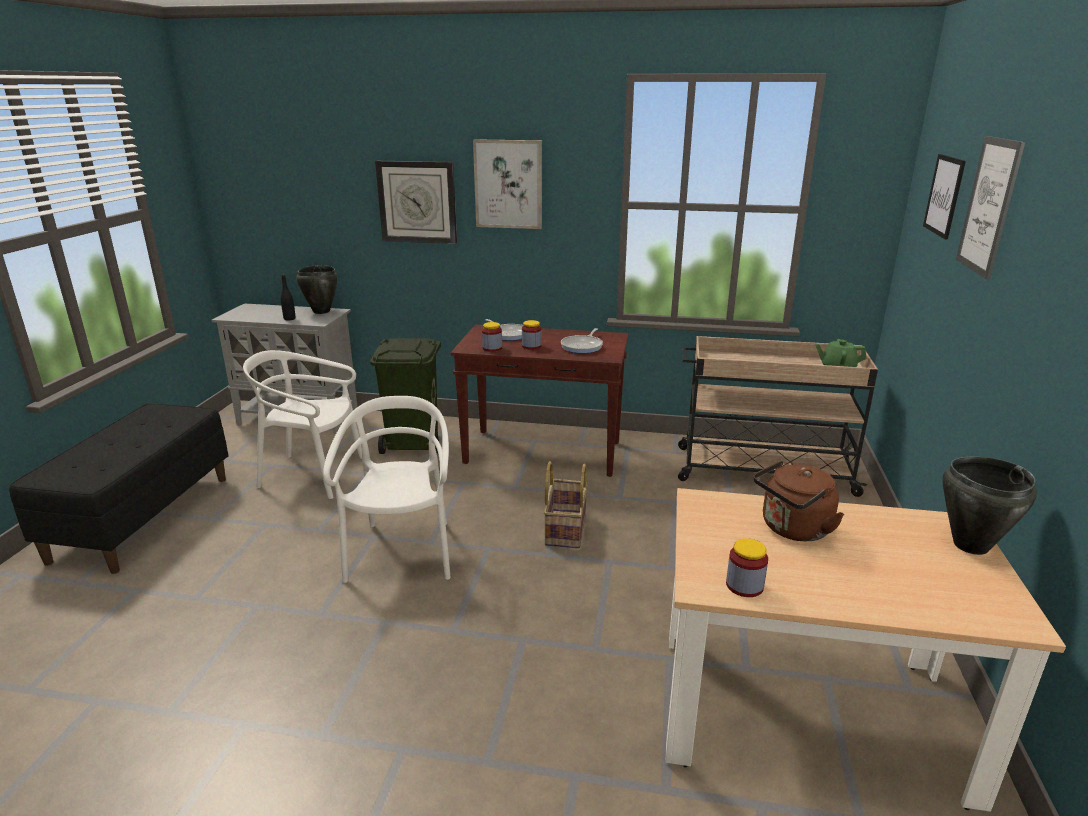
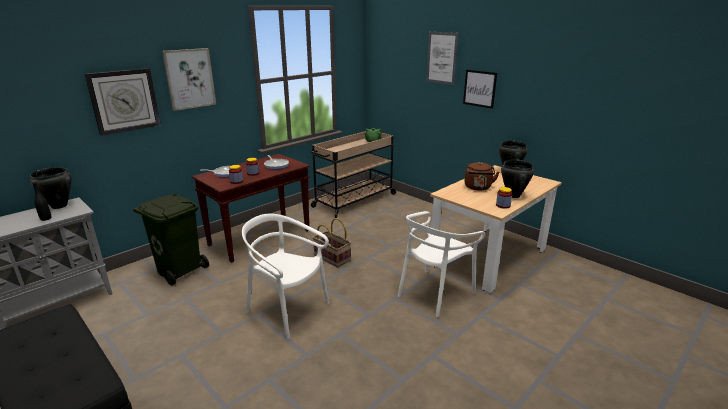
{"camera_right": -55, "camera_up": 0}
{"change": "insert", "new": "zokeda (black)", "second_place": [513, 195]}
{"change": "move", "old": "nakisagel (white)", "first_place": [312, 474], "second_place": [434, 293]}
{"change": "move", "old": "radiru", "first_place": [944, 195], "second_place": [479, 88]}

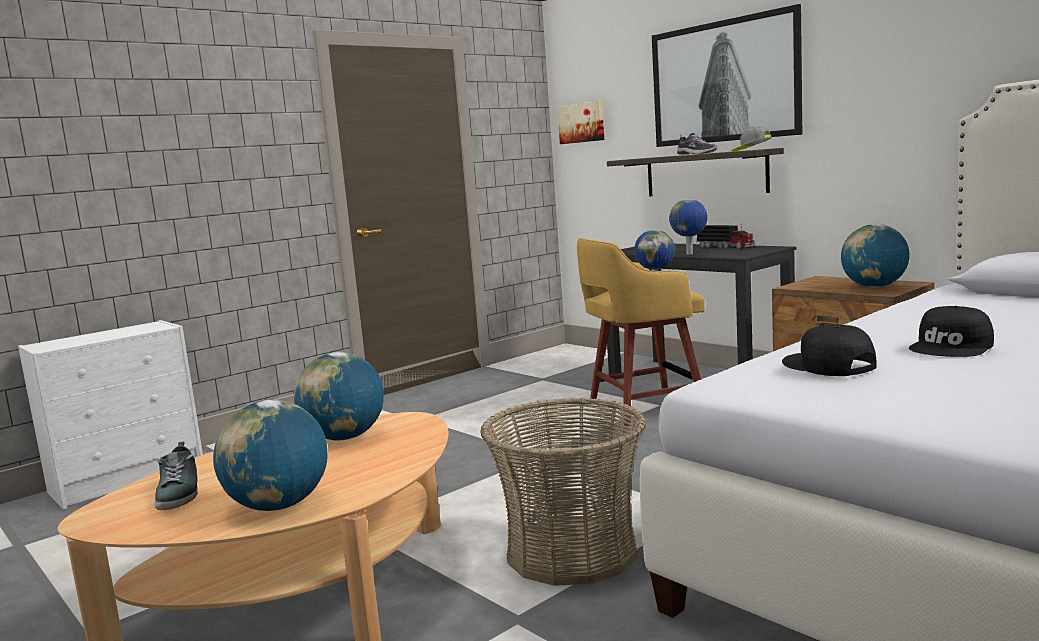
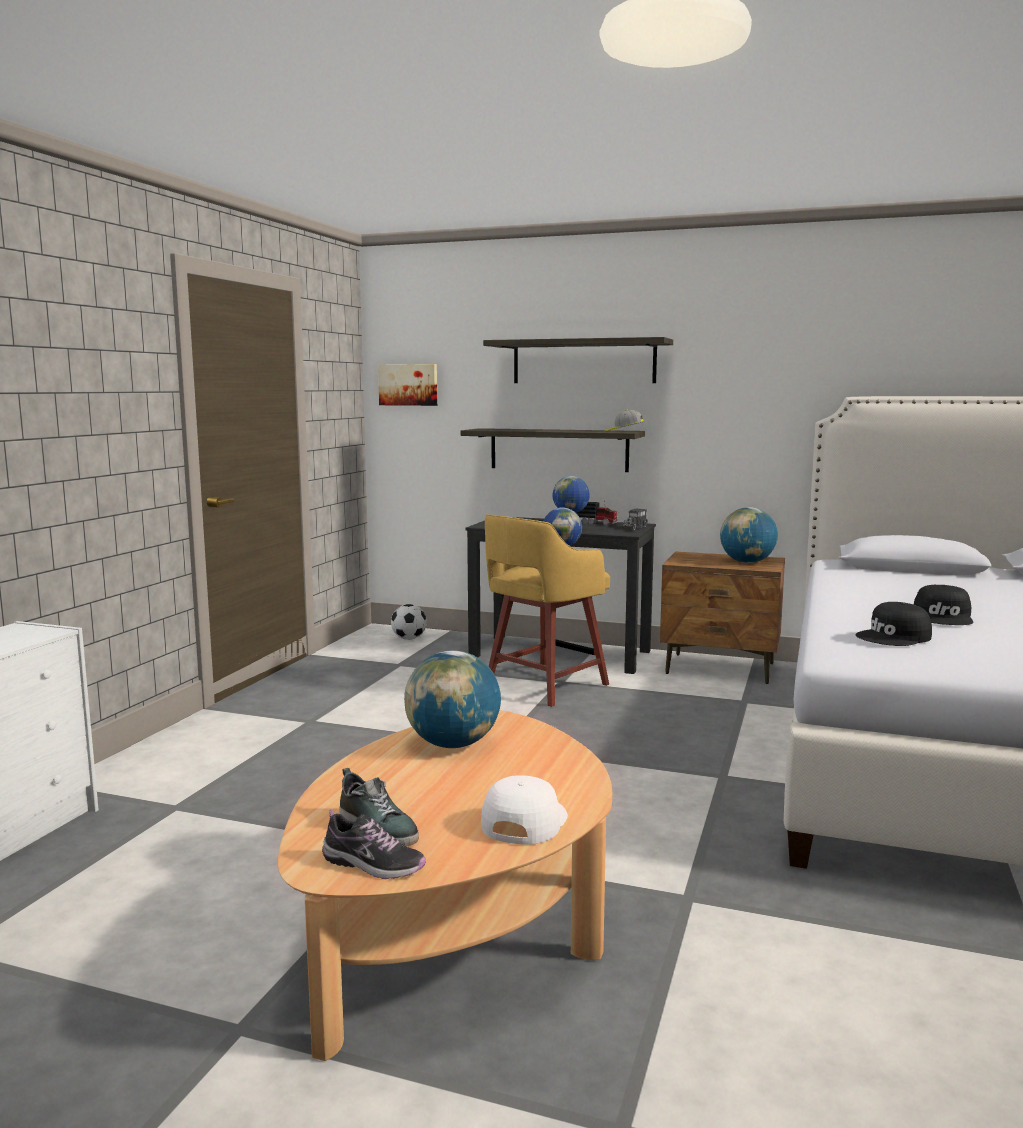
{"camera_right": -30, "camera_up": 0}
{"change": "delete", "old": "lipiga", "first_place": [572, 552]}
{"change": "insert", "new": "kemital", "second_place": [409, 639]}
{"change": "insert", "new": "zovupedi", "second_place": [634, 527]}
{"change": "move", "old": "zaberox", "first_place": [696, 154], "second_place": [373, 864]}
{"change": "replace", "old": "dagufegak", "new": "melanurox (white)", "first_place": [278, 506], "second_place": [523, 821]}
{"change": "replace", "old": "radiru", "new": "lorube", "first_place": [723, 81], "second_place": [583, 362]}
{"change": "rotate", "old": "melanurox (black)", "first_place": [827, 365], "second_place": [894, 637], "degrees": -60}

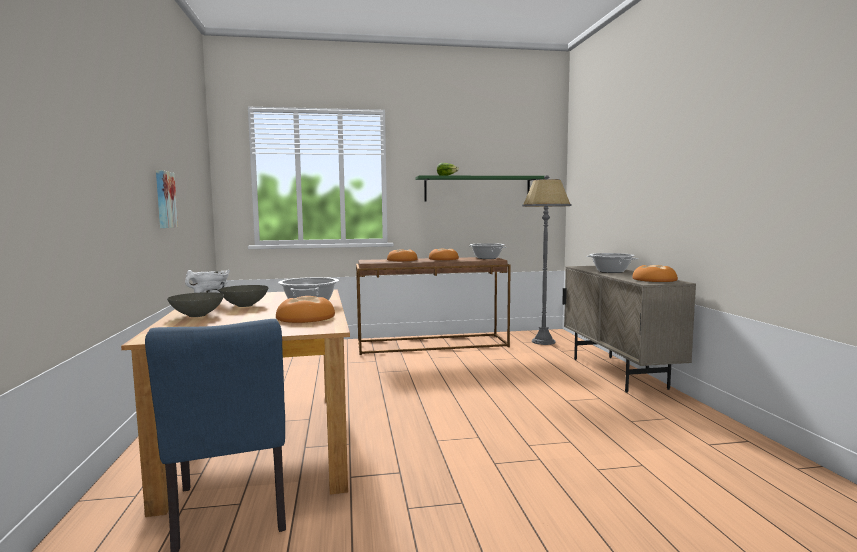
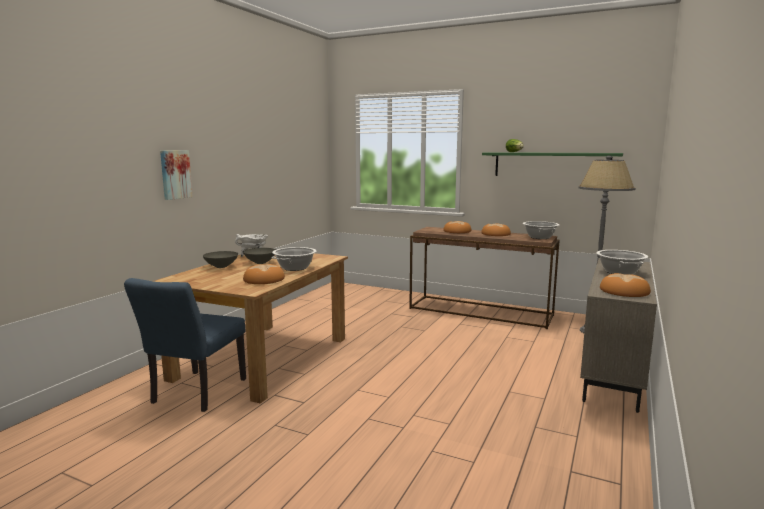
{"camera_right": 35, "camera_up": 5}
{"change": "move", "old": "radiru", "first_place": [164, 199], "second_place": [175, 174]}

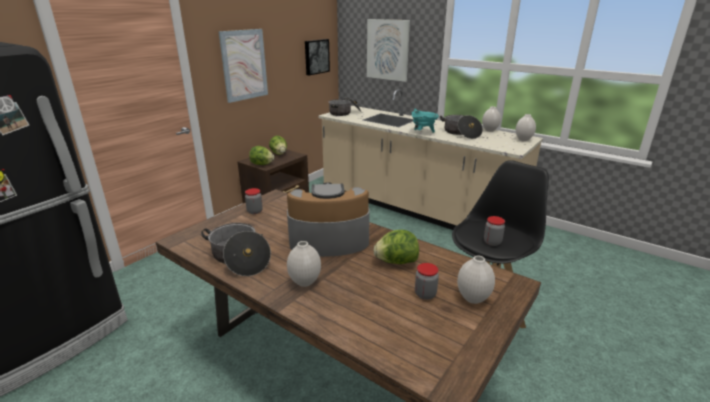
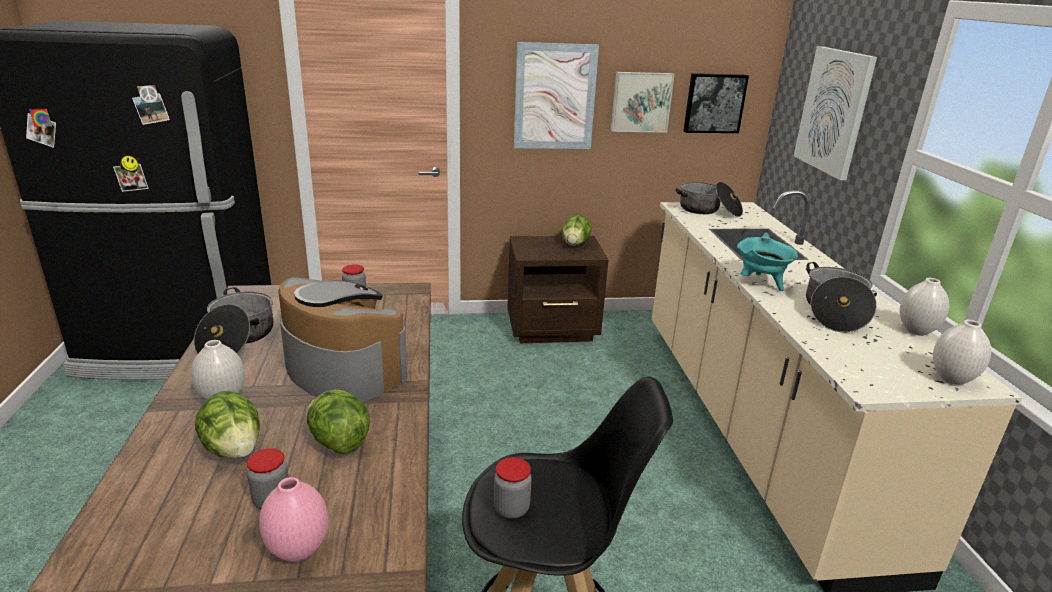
{"camera_right": 45, "camera_up": 0}
{"change": "insert", "new": "radiru", "second_place": [641, 102]}
{"change": "move", "old": "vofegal", "first_place": [262, 164], "second_place": [234, 449]}
{"change": "recolor", "old": "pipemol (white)", "new": "pipemol (pink)", "first_place": [472, 298], "second_place": [299, 550]}

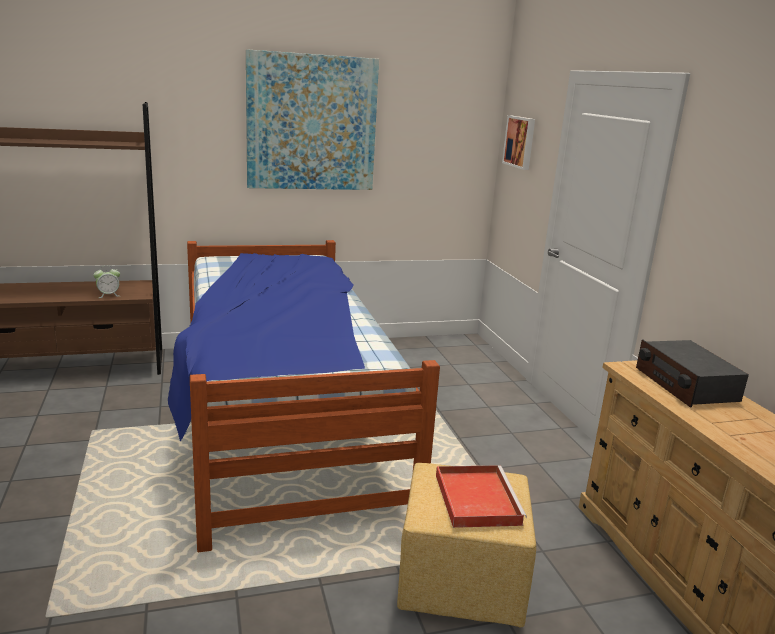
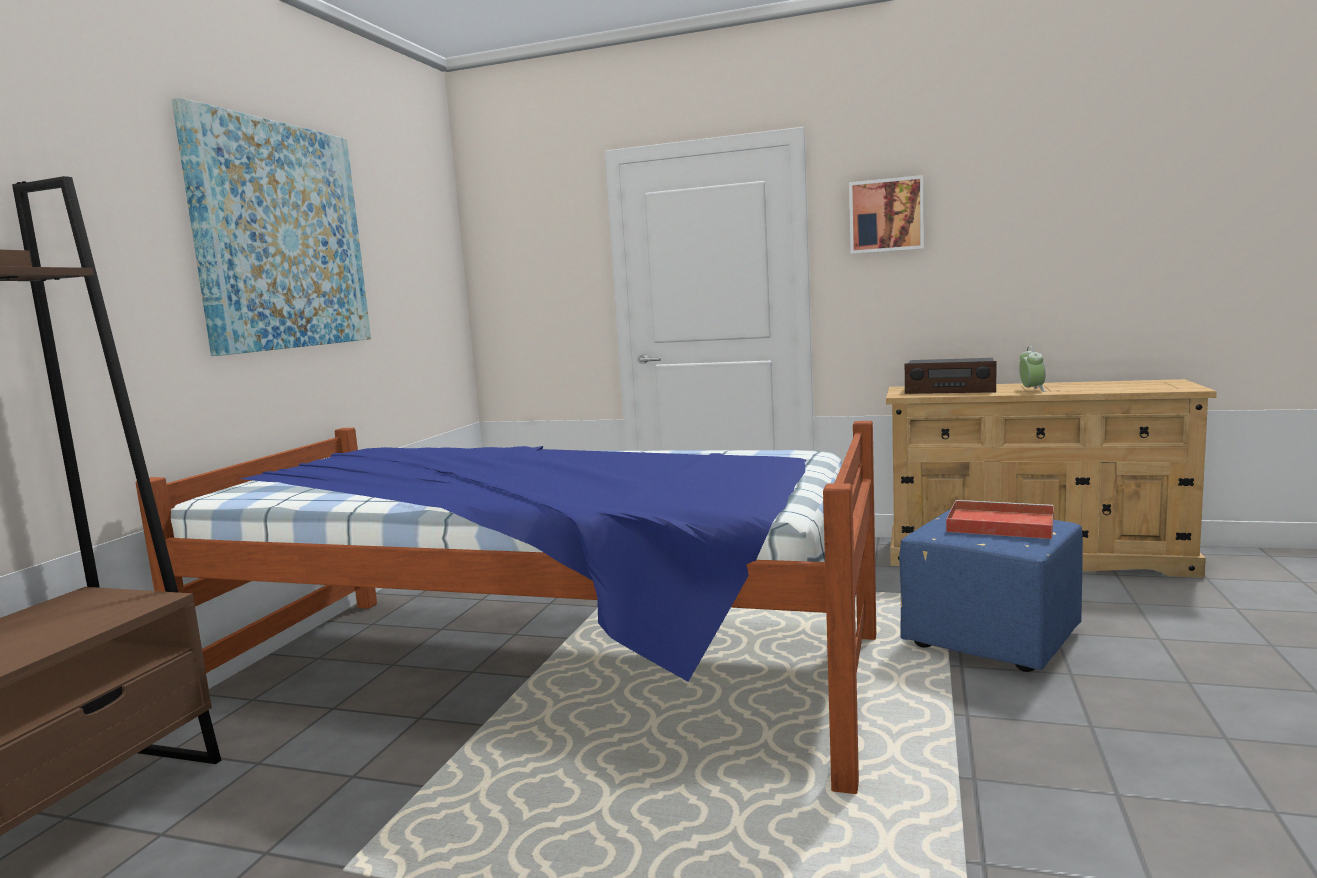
{"camera_right": -55, "camera_up": -10}
{"change": "move", "old": "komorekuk", "first_place": [108, 295], "second_place": [1031, 390]}
{"change": "move", "old": "radiru", "first_place": [520, 142], "second_place": [886, 215]}
{"change": "recolor", "old": "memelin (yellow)", "new": "memelin (blue)", "first_place": [461, 581], "second_place": [989, 639]}

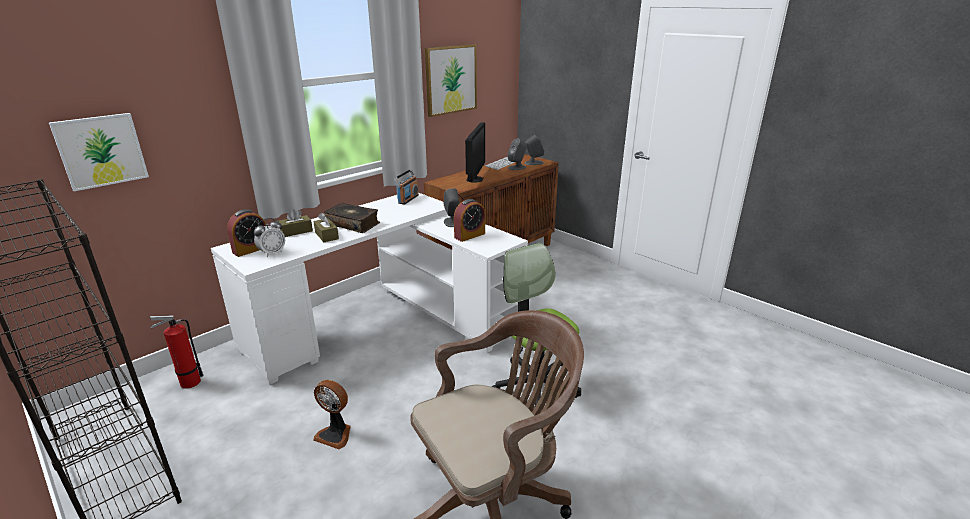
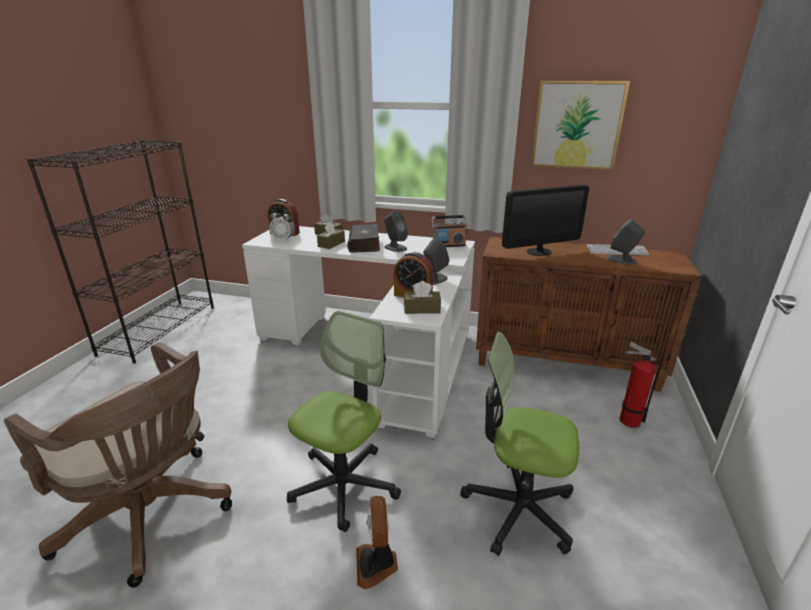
{"camera_right": 60, "camera_up": 0}
{"change": "delete", "old": "radiru", "first_place": [101, 151]}
{"change": "insert", "new": "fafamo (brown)", "second_place": [422, 309]}
{"change": "insert", "new": "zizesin", "second_place": [518, 509]}
{"change": "move", "old": "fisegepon", "first_place": [187, 383], "second_place": [627, 420]}
{"change": "move", "old": "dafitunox", "first_place": [335, 434], "second_place": [377, 564]}
{"change": "move", "old": "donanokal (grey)", "first_place": [533, 163], "second_place": [395, 247]}

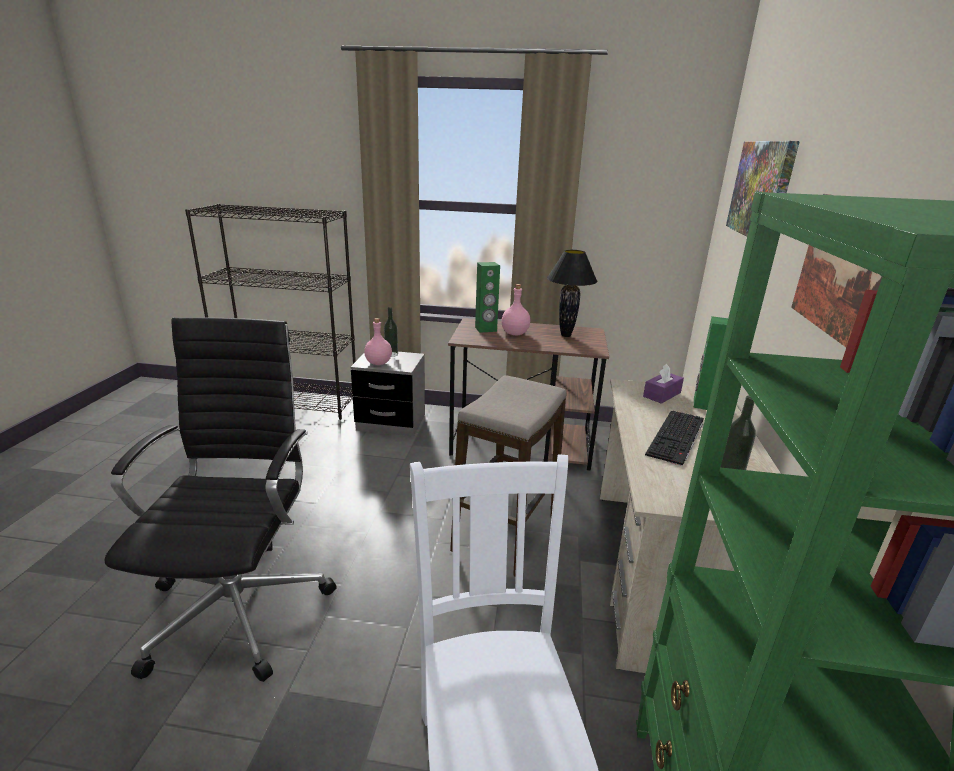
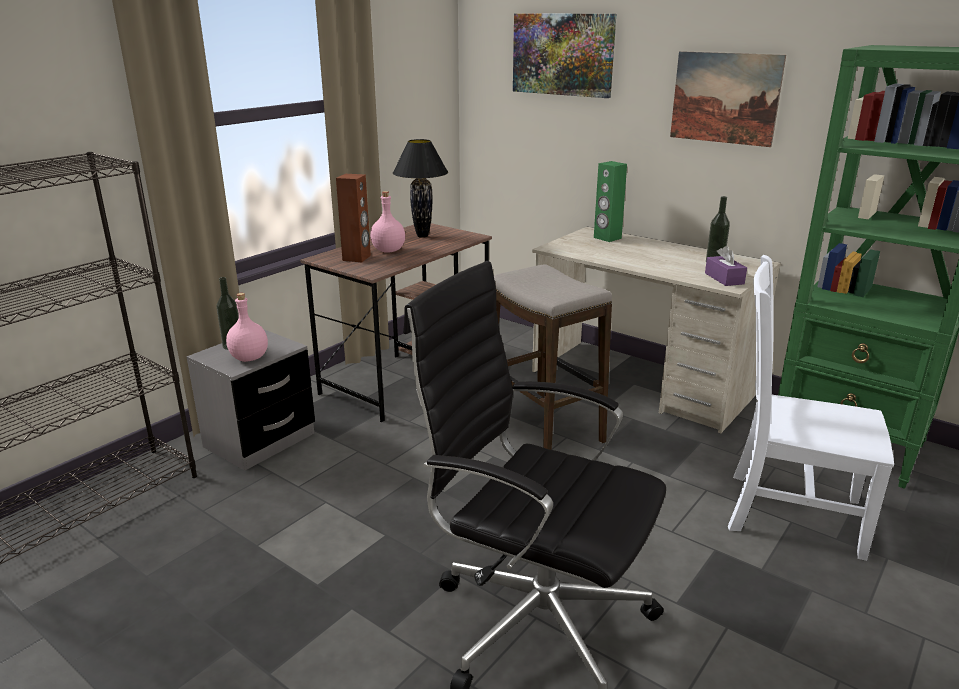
{"camera_right": -60, "camera_up": 0}
{"change": "delete", "old": "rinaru", "first_place": [677, 438]}
{"change": "move", "old": "fafamo (purple)", "first_place": [662, 394], "second_place": [724, 278]}
{"change": "recolor", "old": "donanokal (green)", "new": "donanokal (brown)", "first_place": [486, 329], "second_place": [357, 258]}

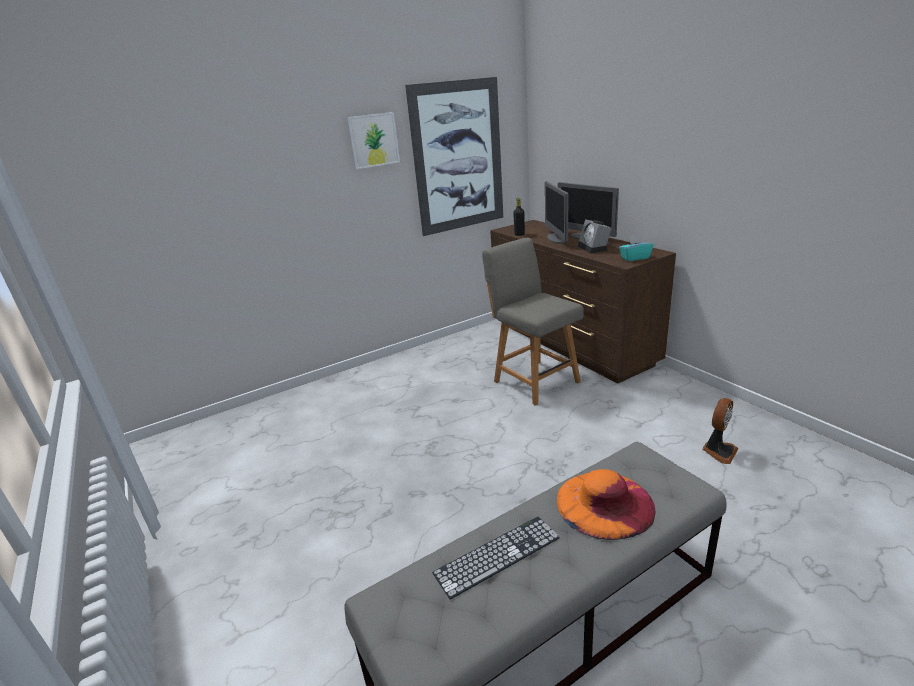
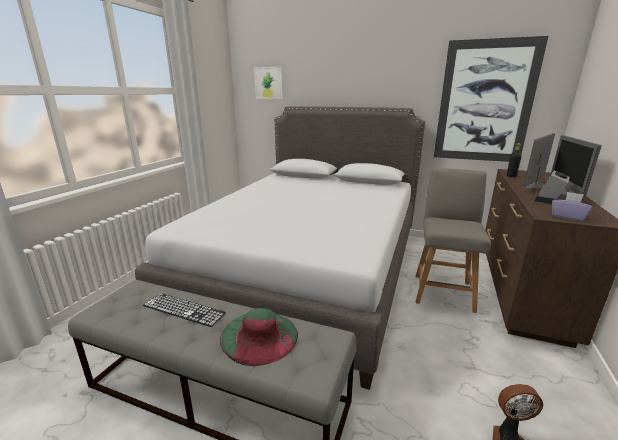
{"camera_right": 50, "camera_up": -5}
{"change": "insert", "new": "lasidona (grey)", "second_place": [308, 270]}
{"change": "move", "old": "radiru", "first_place": [374, 140], "second_place": [268, 83]}
{"change": "recolor", "old": "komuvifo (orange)", "new": "komuvifo (green)", "first_place": [604, 503], "second_place": [259, 336]}
{"change": "recolor", "old": "fafamo (turquoise)", "new": "fafamo (purple)", "first_place": [635, 258], "second_place": [568, 216]}

